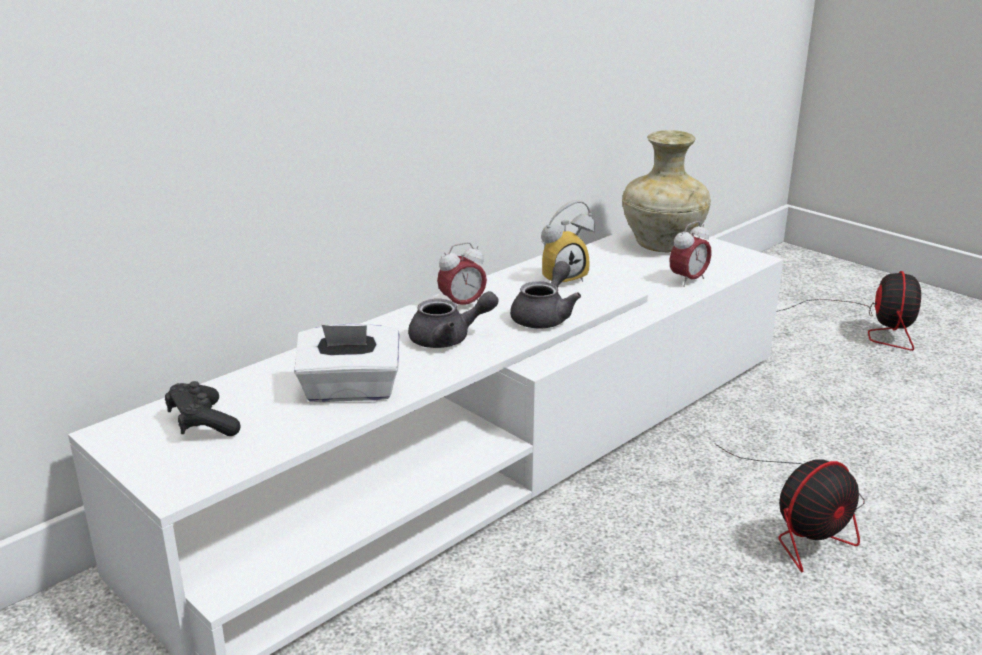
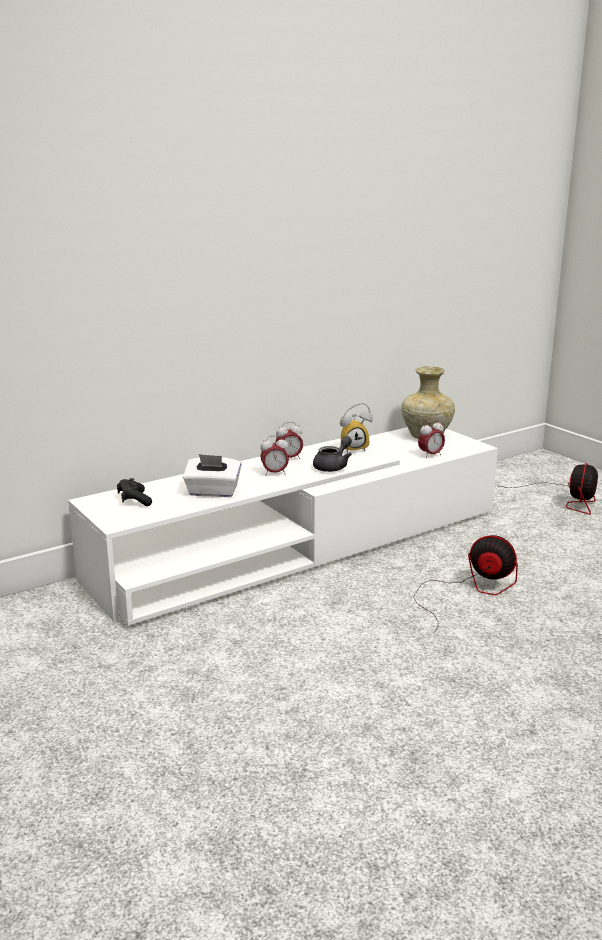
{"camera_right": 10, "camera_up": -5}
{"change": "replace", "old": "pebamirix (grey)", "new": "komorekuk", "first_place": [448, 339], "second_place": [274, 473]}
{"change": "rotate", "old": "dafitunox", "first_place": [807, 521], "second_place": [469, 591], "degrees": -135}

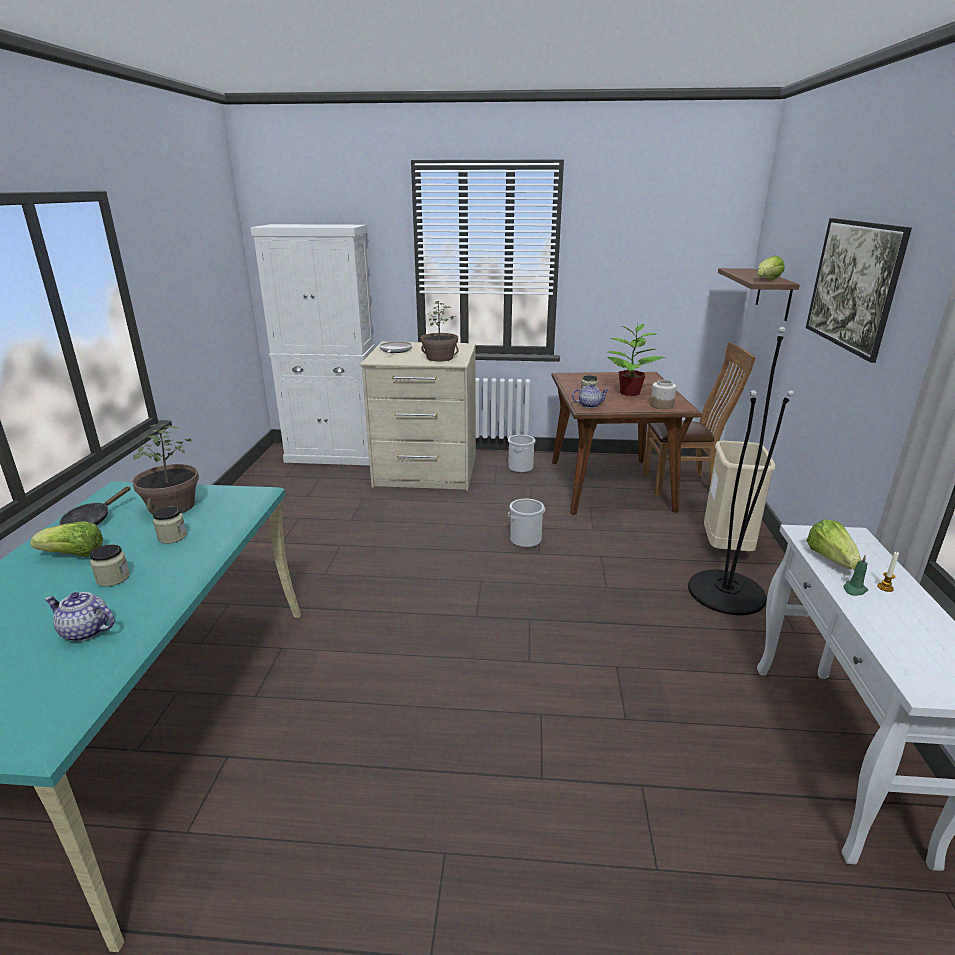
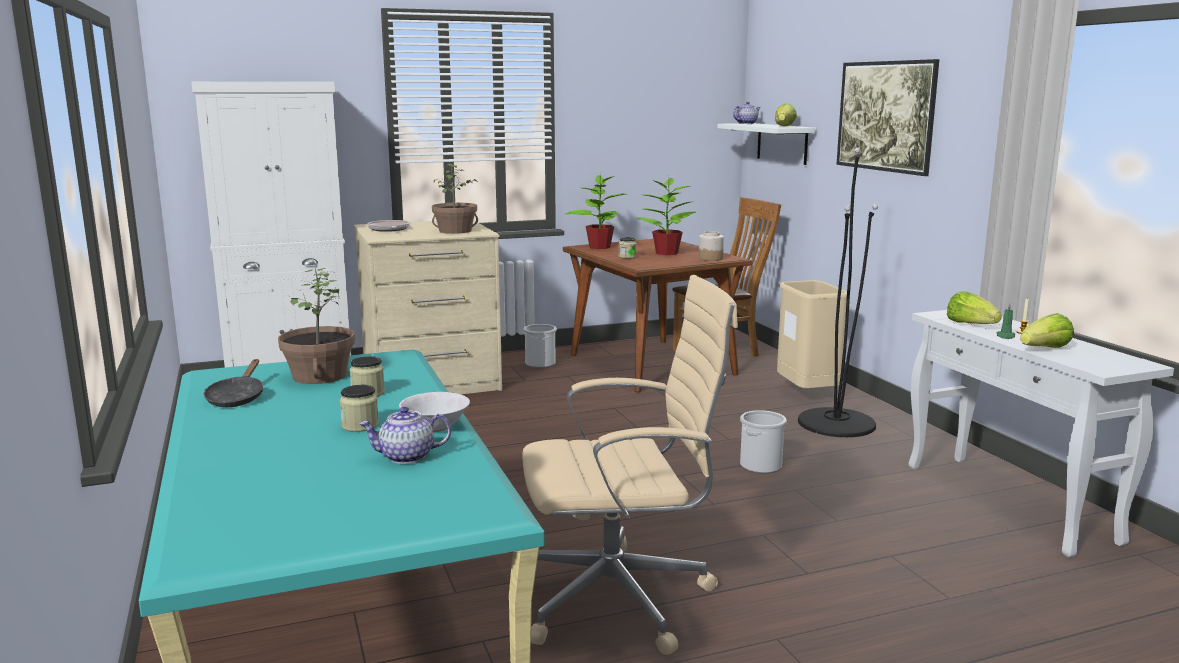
{"camera_right": -25, "camera_up": -10}
{"change": "insert", "new": "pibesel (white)", "second_place": [435, 427]}
{"change": "insert", "new": "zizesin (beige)", "second_place": [620, 598]}
{"change": "insert", "new": "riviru", "second_place": [599, 247]}
{"change": "move", "old": "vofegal", "first_place": [74, 555], "second_place": [1045, 349]}
{"change": "move", "old": "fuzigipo", "first_place": [525, 540], "second_place": [760, 466]}
{"change": "move", "old": "pebamirix", "first_place": [589, 405], "second_place": [746, 123]}
{"change": "recolor", "old": "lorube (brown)", "new": "lorube (white)", "first_place": [774, 294], "second_place": [782, 143]}

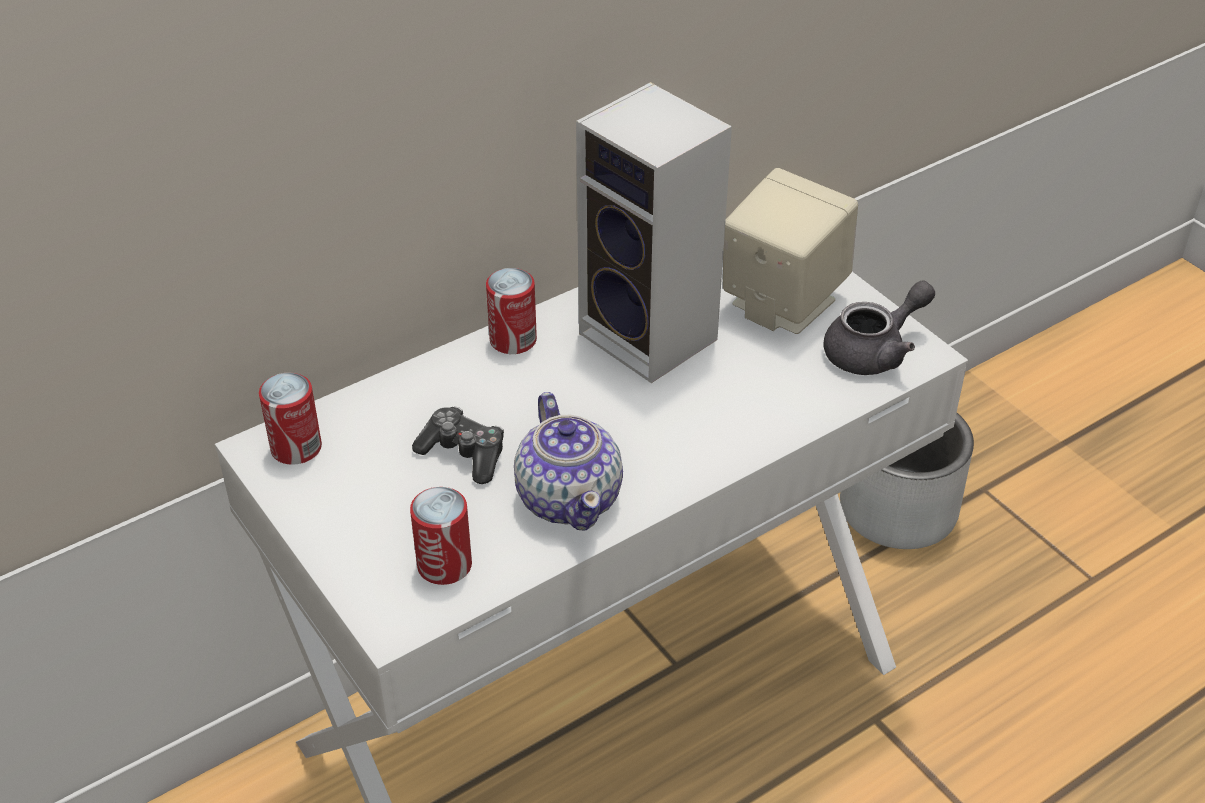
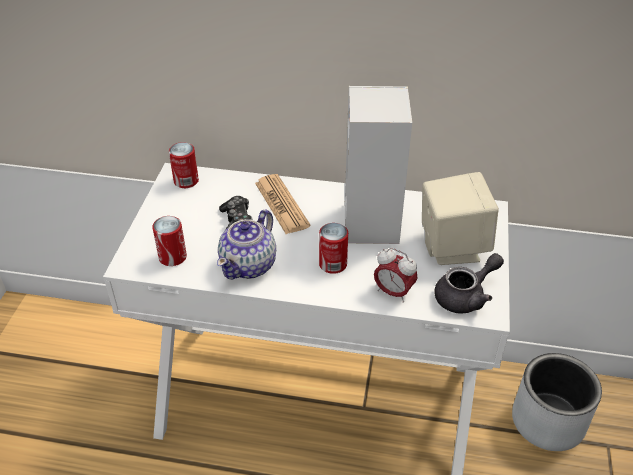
{"camera_right": 45, "camera_up": 0}
{"change": "insert", "new": "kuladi", "second_place": [281, 204]}
{"change": "insert", "new": "komorekuk", "second_place": [393, 292]}
{"change": "move", "old": "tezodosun", "first_place": [513, 340], "second_place": [333, 264]}
{"change": "rotate", "old": "pebamirix (grey)", "first_place": [874, 351], "second_place": [465, 296], "degrees": -45}

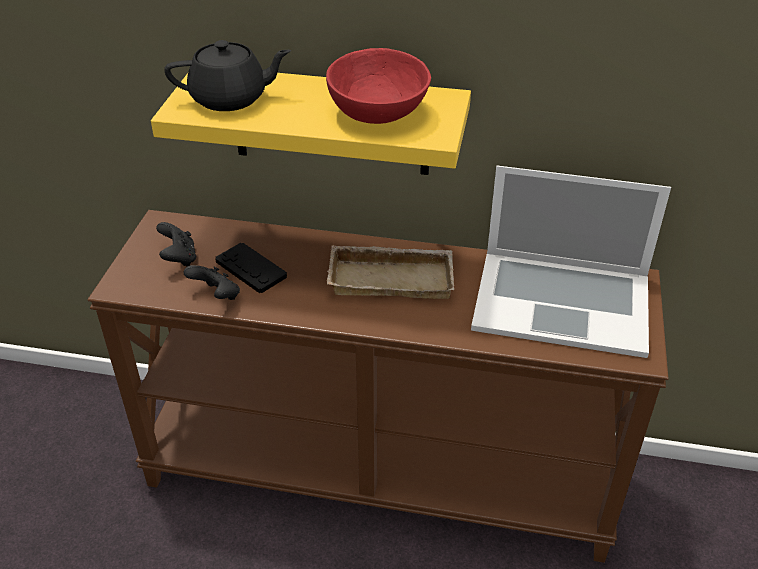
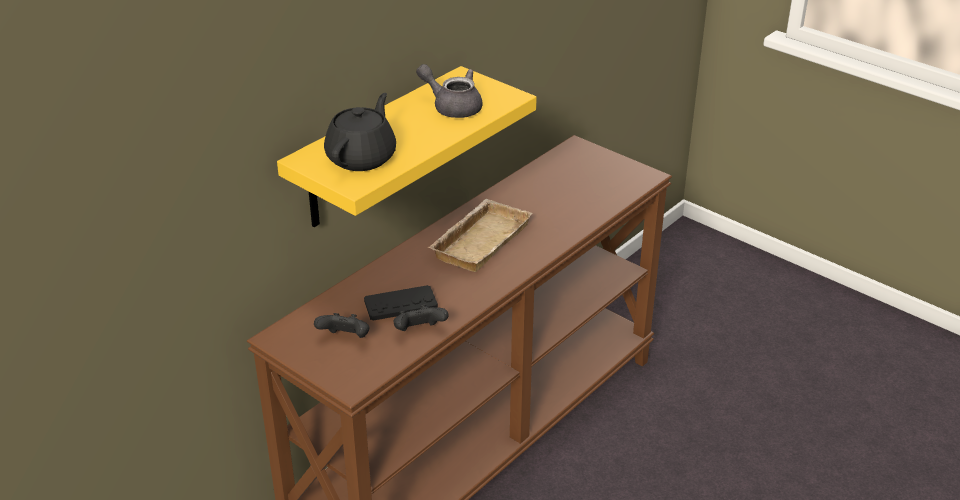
{"camera_right": -60, "camera_up": -5}
{"change": "delete", "old": "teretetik", "first_place": [562, 301]}
{"change": "replace", "old": "pibesel (red)", "new": "pebamirix (grey)", "first_place": [376, 111], "second_place": [452, 106]}

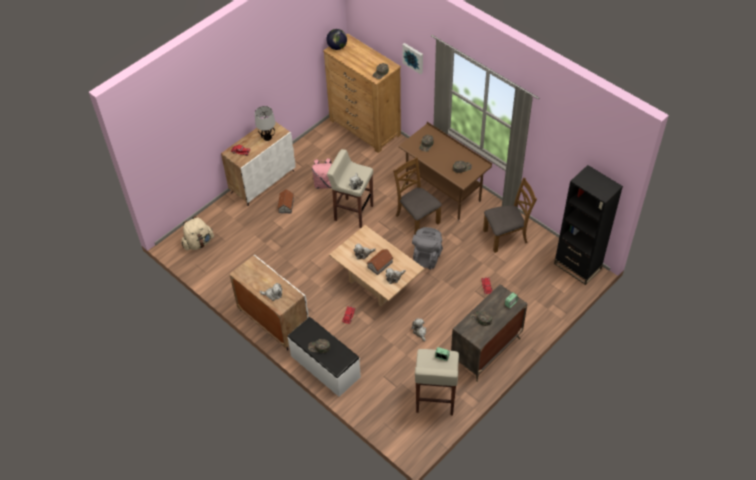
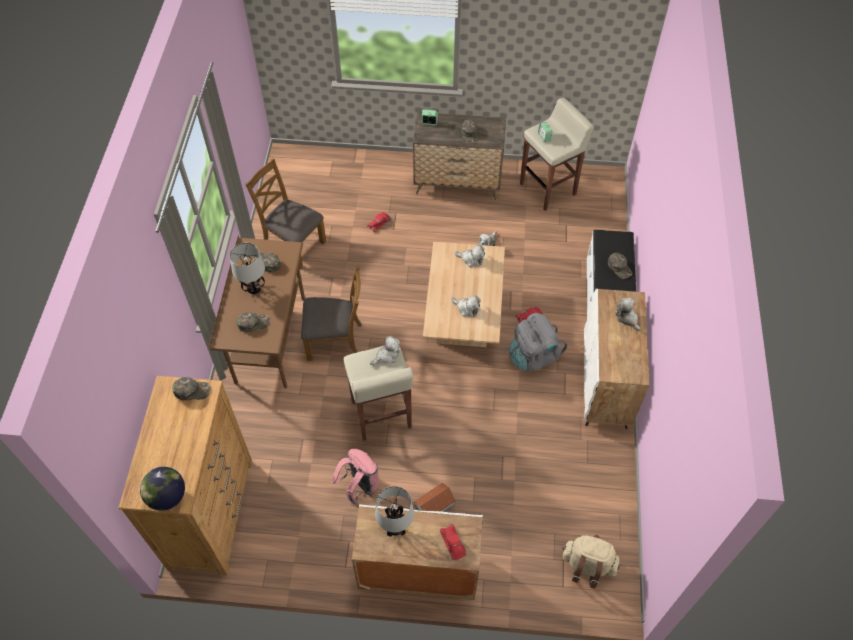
{"camera_right": -130, "camera_up": 5}
{"change": "delete", "old": "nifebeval", "first_place": [380, 264]}
{"change": "delete", "old": "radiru", "first_place": [413, 57]}
{"change": "delete", "old": "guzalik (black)", "first_place": [577, 266]}
{"change": "insert", "new": "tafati", "second_place": [253, 289]}
{"change": "move", "old": "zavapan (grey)", "first_place": [427, 257], "second_place": [533, 356]}
{"change": "rotate", "old": "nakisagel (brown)", "first_place": [417, 219], "second_place": [335, 341], "degrees": -105}

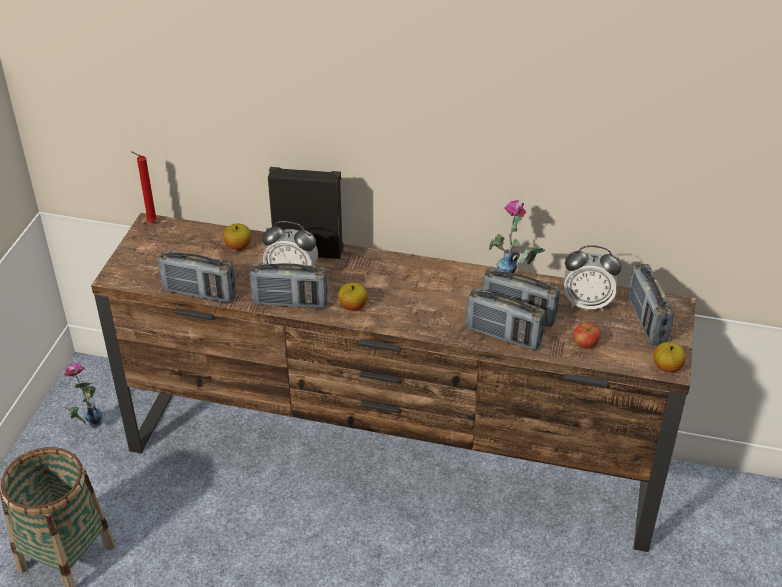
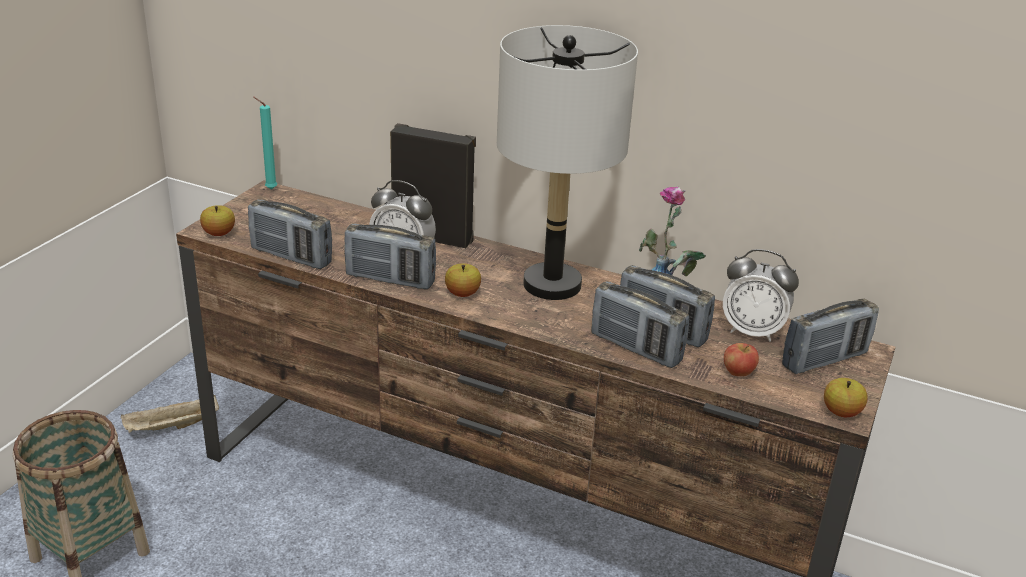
{"camera_right": 10, "camera_up": -10}
{"change": "insert", "new": "tafati (grey)", "second_place": [551, 285]}
{"change": "move", "old": "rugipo", "first_place": [238, 246], "second_place": [219, 233]}
{"change": "replace", "old": "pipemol", "new": "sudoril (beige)", "first_place": [87, 428], "second_place": [171, 427]}
{"change": "recolor", "old": "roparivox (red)", "new": "roparivox (turquoise)", "first_place": [150, 222], "second_place": [269, 189]}
{"change": "rotate", "old": "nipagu", "first_place": [646, 321], "second_place": [824, 360], "degrees": -120}

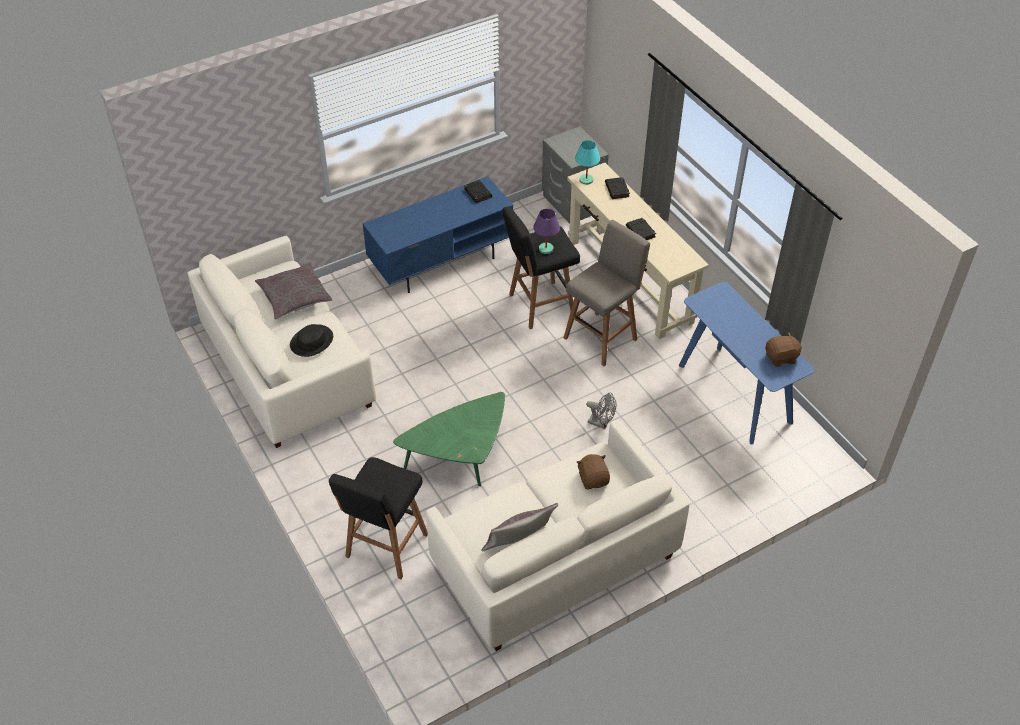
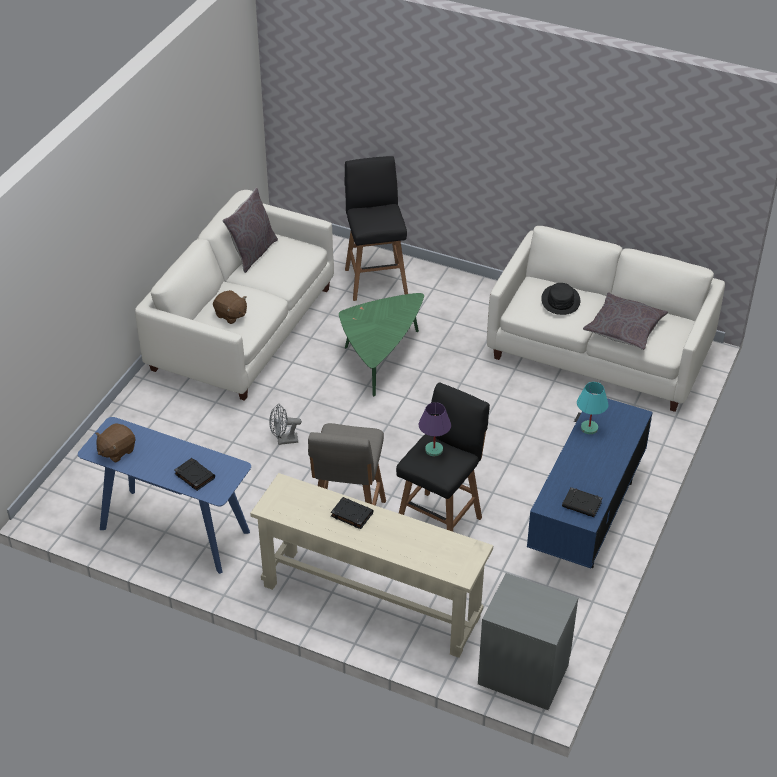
{"camera_right": 145, "camera_up": -5}
{"change": "move", "old": "tafati (turquoise)", "first_place": [586, 180], "second_place": [589, 428]}
{"change": "move", "old": "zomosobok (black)", "first_place": [617, 190], "second_place": [194, 476]}

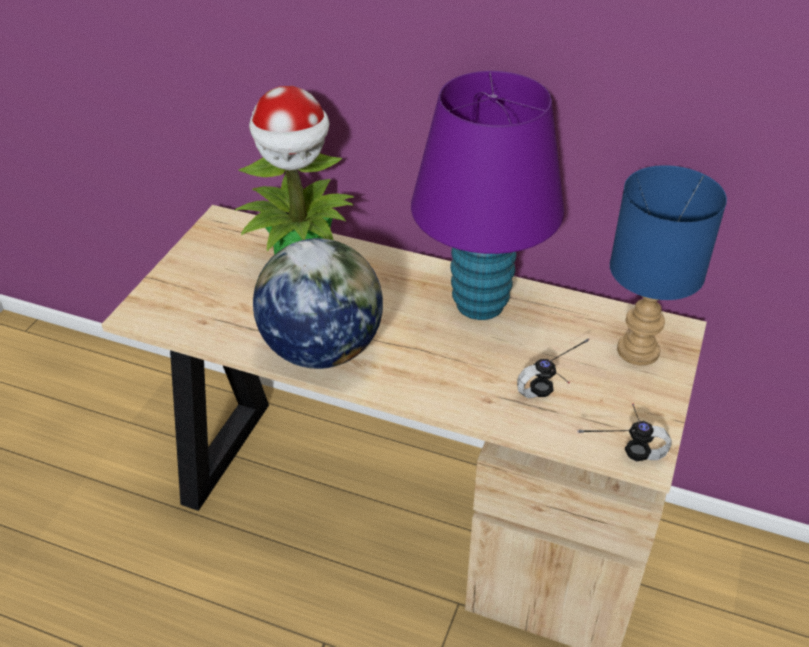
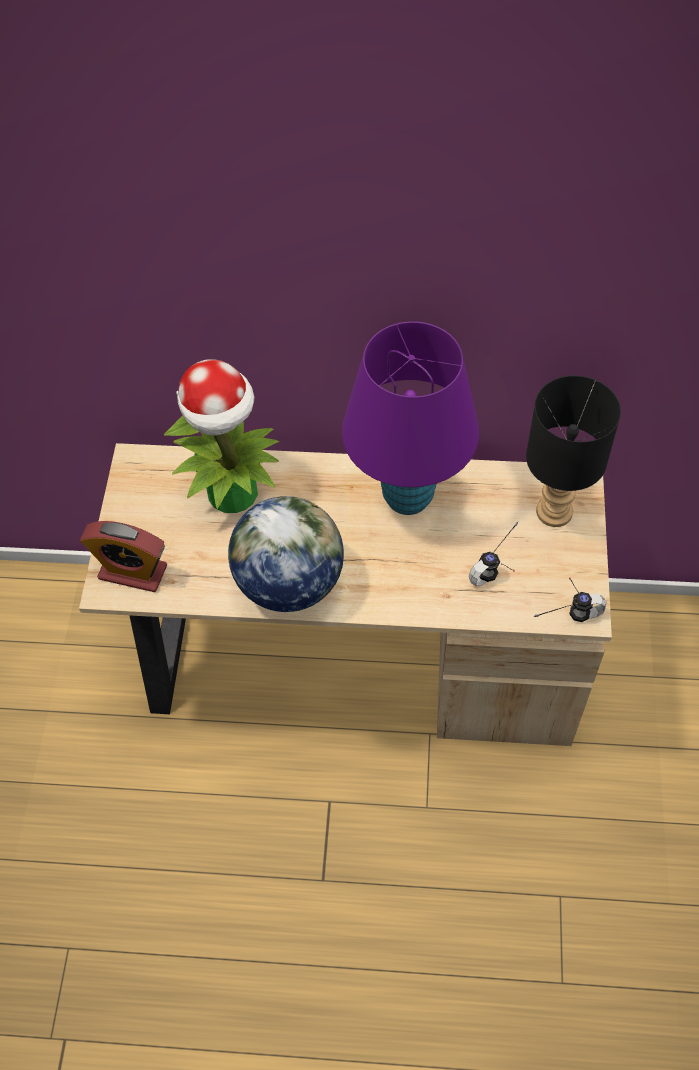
{"camera_right": -15, "camera_up": 15}
{"change": "insert", "new": "komorekuk", "second_place": [132, 572]}
{"change": "recolor", "old": "tafati (blue)", "new": "tafati (black)", "first_place": [636, 351], "second_place": [553, 512]}

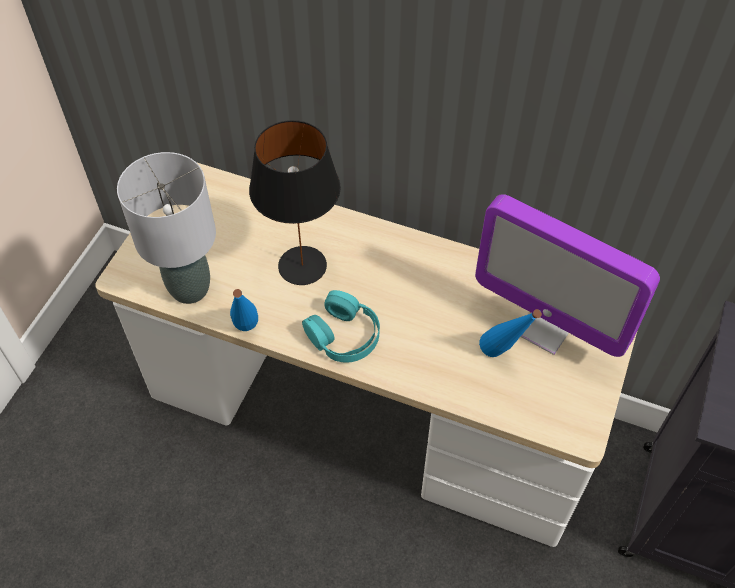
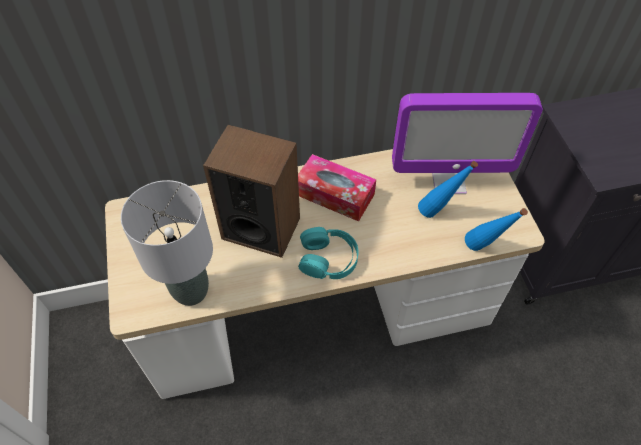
{"camera_right": -35, "camera_up": 0}
{"change": "insert", "new": "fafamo", "second_place": [334, 194]}
{"change": "move", "old": "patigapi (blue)", "first_place": [247, 334], "second_place": [483, 250]}
{"change": "replace", "old": "tafati (black)", "new": "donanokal", "first_place": [303, 265], "second_place": [261, 228]}

